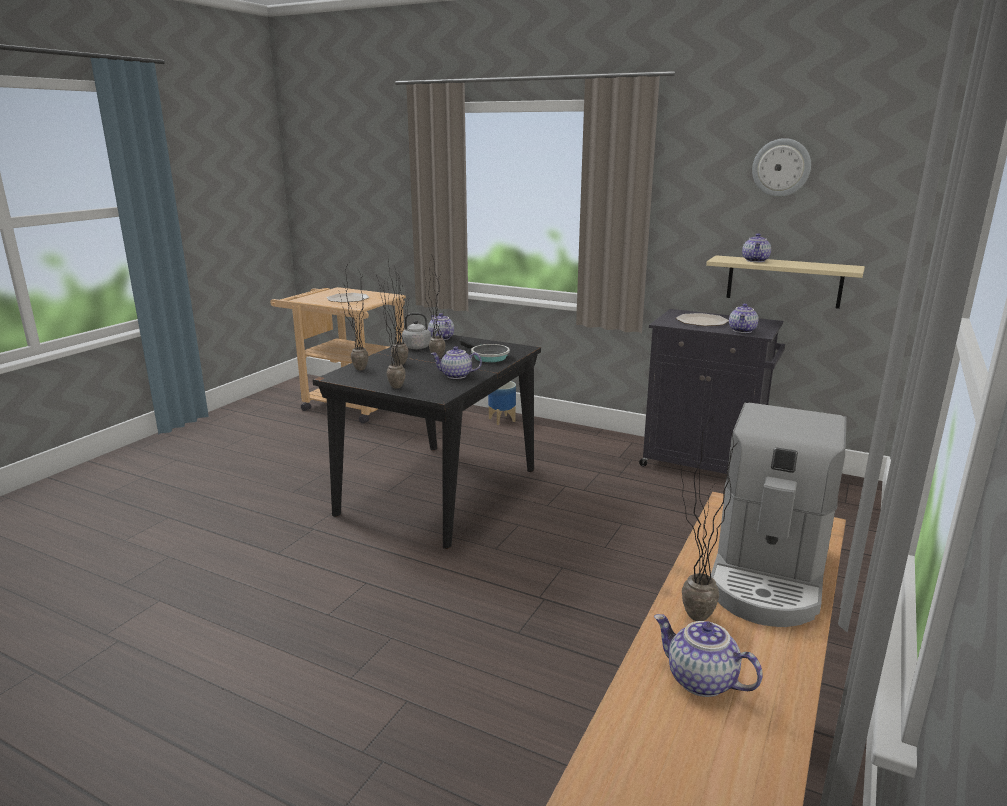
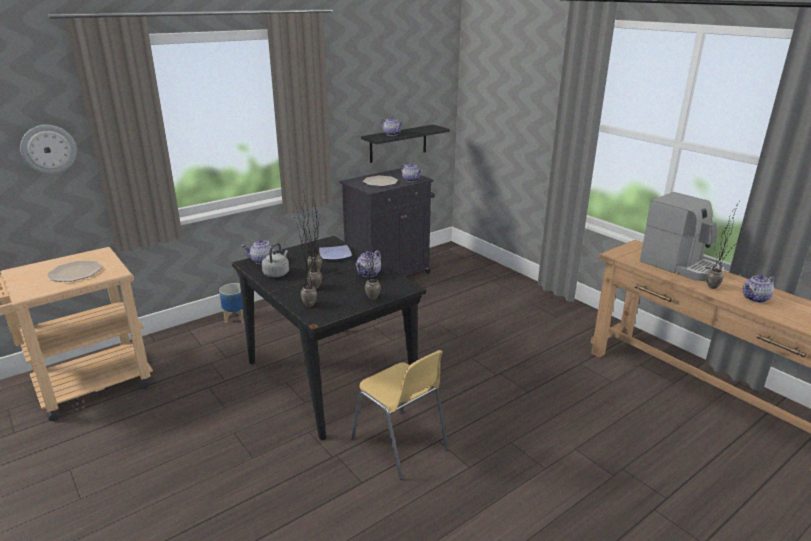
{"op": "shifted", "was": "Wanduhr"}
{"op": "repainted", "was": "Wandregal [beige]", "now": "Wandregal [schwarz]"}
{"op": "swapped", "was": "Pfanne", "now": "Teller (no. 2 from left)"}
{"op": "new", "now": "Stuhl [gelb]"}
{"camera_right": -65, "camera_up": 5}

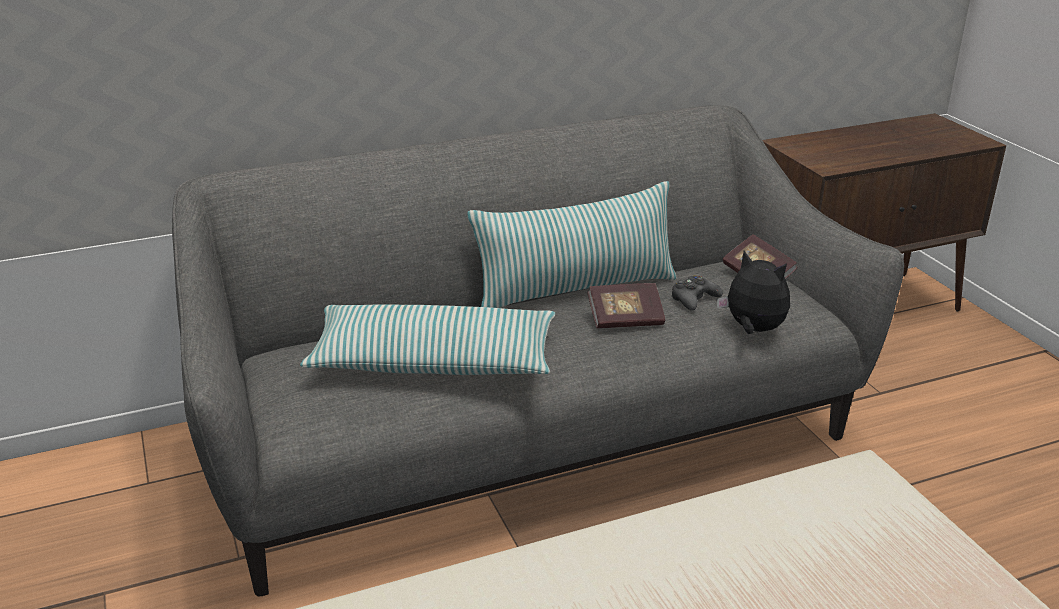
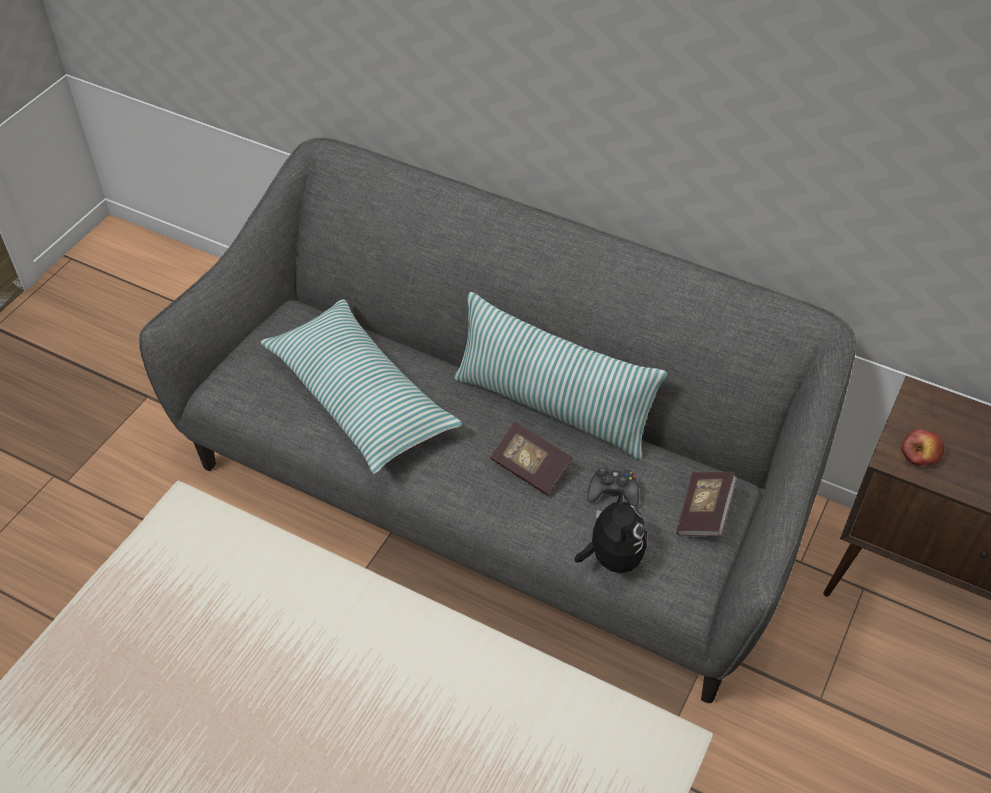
{"op": "new", "now": "Apfel"}
{"camera_right": 50, "camera_up": 20}

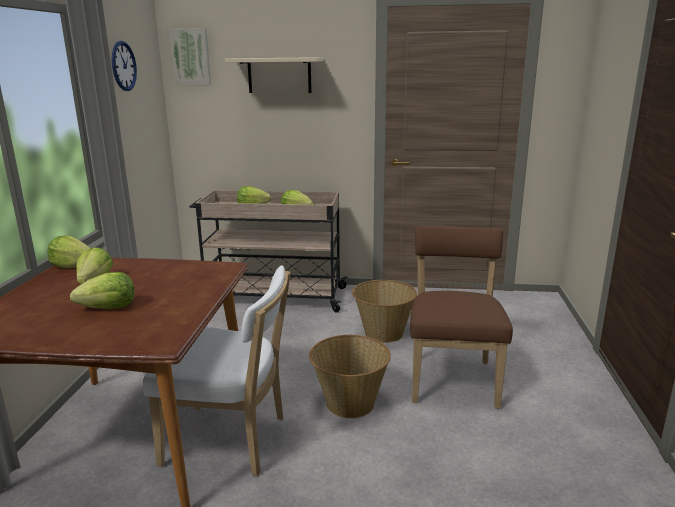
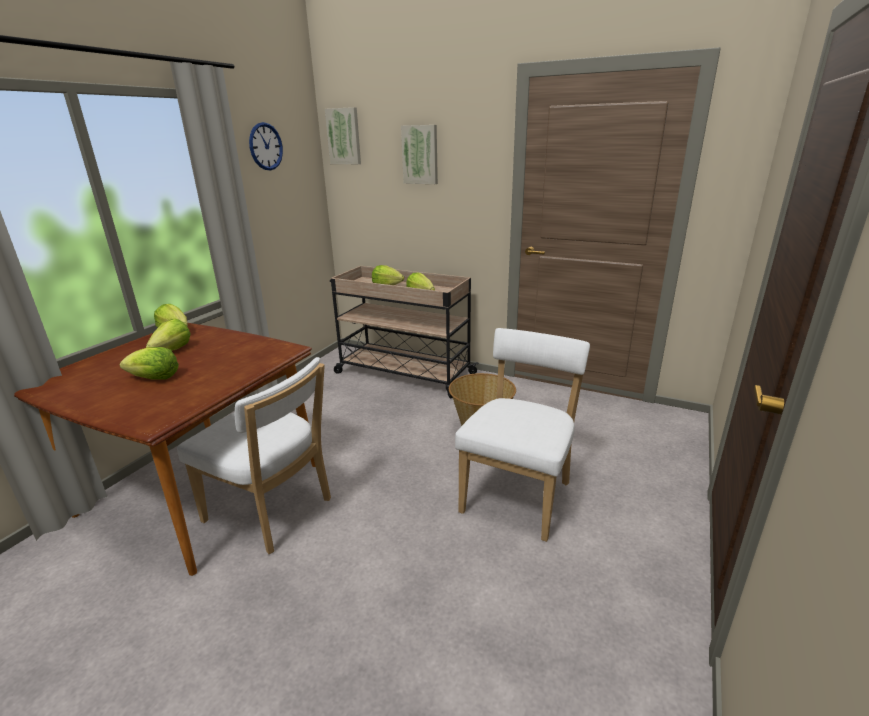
{"op": "swapped", "was": "Wandregal [beige]", "now": "Bild (no. 2 from left)"}
{"op": "repainted", "was": "Stuhl [braun]", "now": "Stuhl [weiß] (no. 2 from left)"}
{"op": "gone", "was": "Korb (no. 1 from left)"}
{"camera_right": 20, "camera_up": 5}

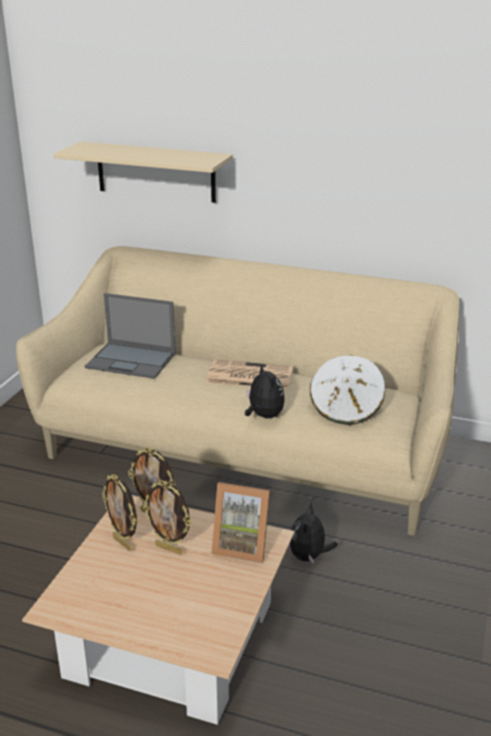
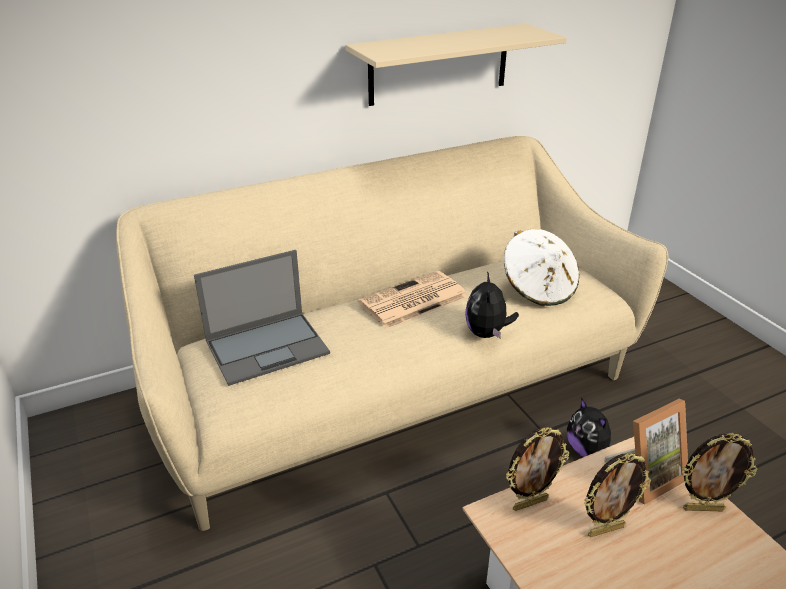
{"op": "shifted", "was": "Wandregal [beige]"}
{"op": "rotated", "was": "Plüschtier (no. 1 from left)", "clockwise": -105}
{"op": "shifted", "was": "Bilderrahmen (no. 1 from left in the first image)", "now": "Bilderrahmen (no. 4 from left)"}
{"camera_right": -45, "camera_up": 5}

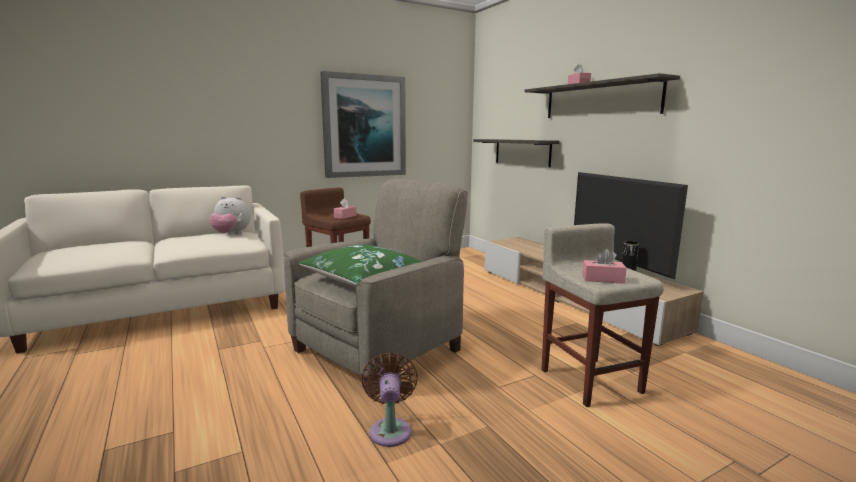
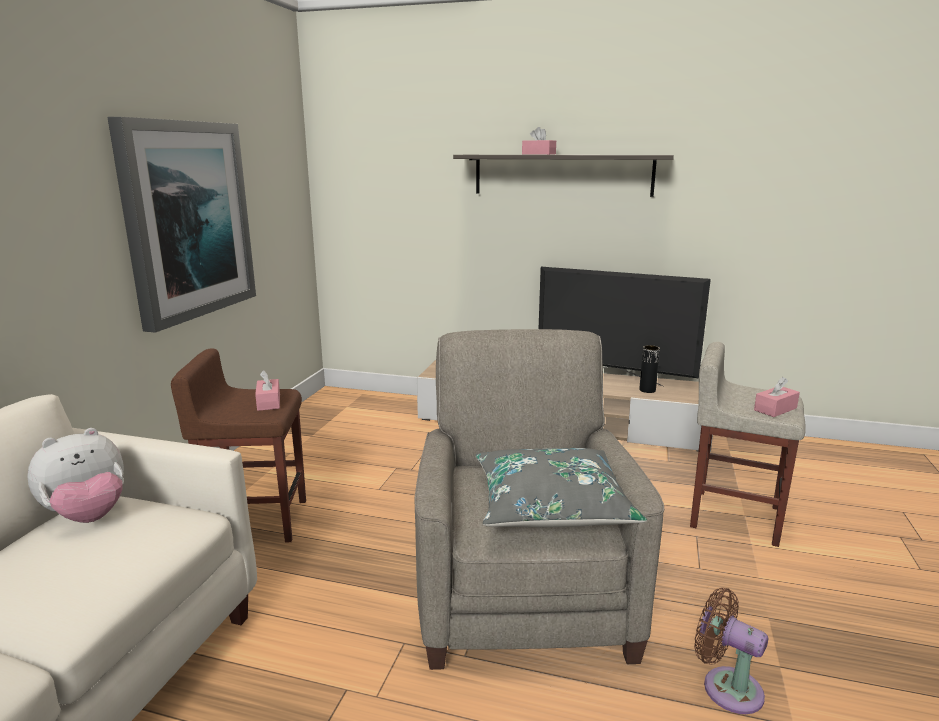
{"op": "gone", "was": "Wandregal (no. 1 from left)"}
{"op": "repainted", "was": "Kissen [grün]", "now": "Kissen [grau]"}
{"camera_right": -45, "camera_up": 5}

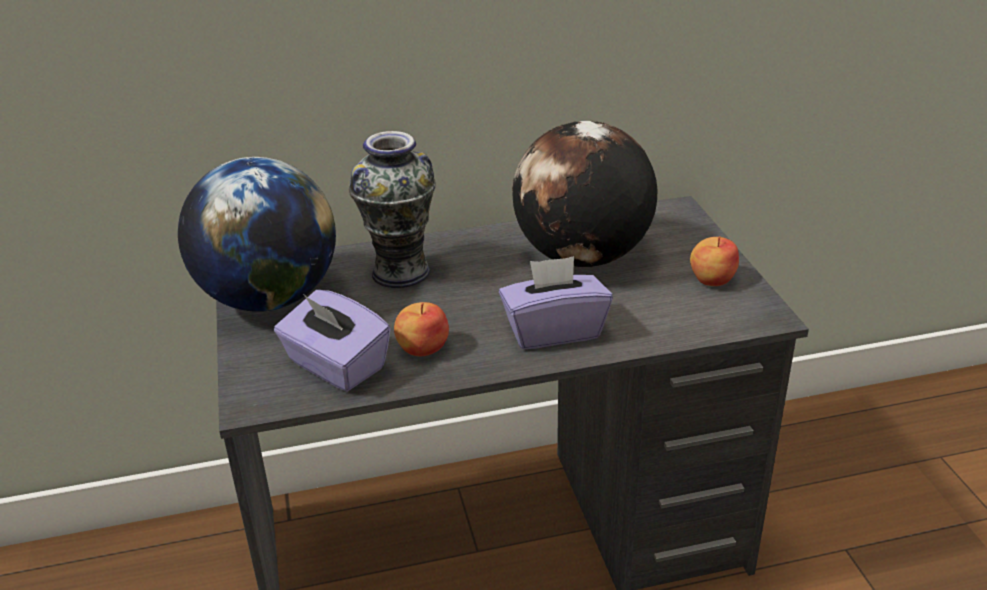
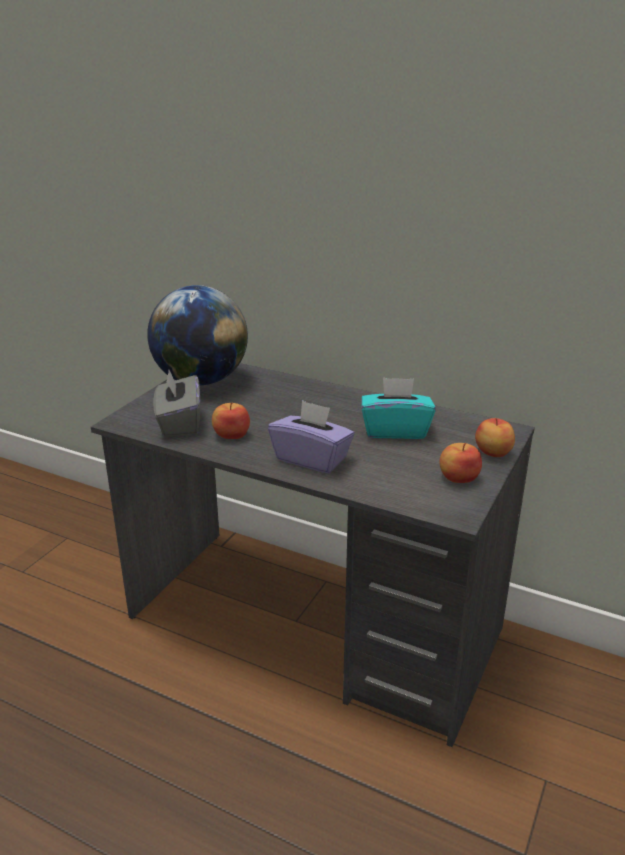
{"op": "swapped", "was": "Globus (no. 2 from left)", "now": "Taschentuchbox [türkis]"}
{"op": "gone", "was": "Vase"}
{"op": "repainted", "was": "Taschentuchbox [lila] (no. 1 from left)", "now": "Taschentuchbox [grau]"}
{"op": "new", "now": "Apfel (no. 3 from left)"}
{"camera_right": 40, "camera_up": -5}

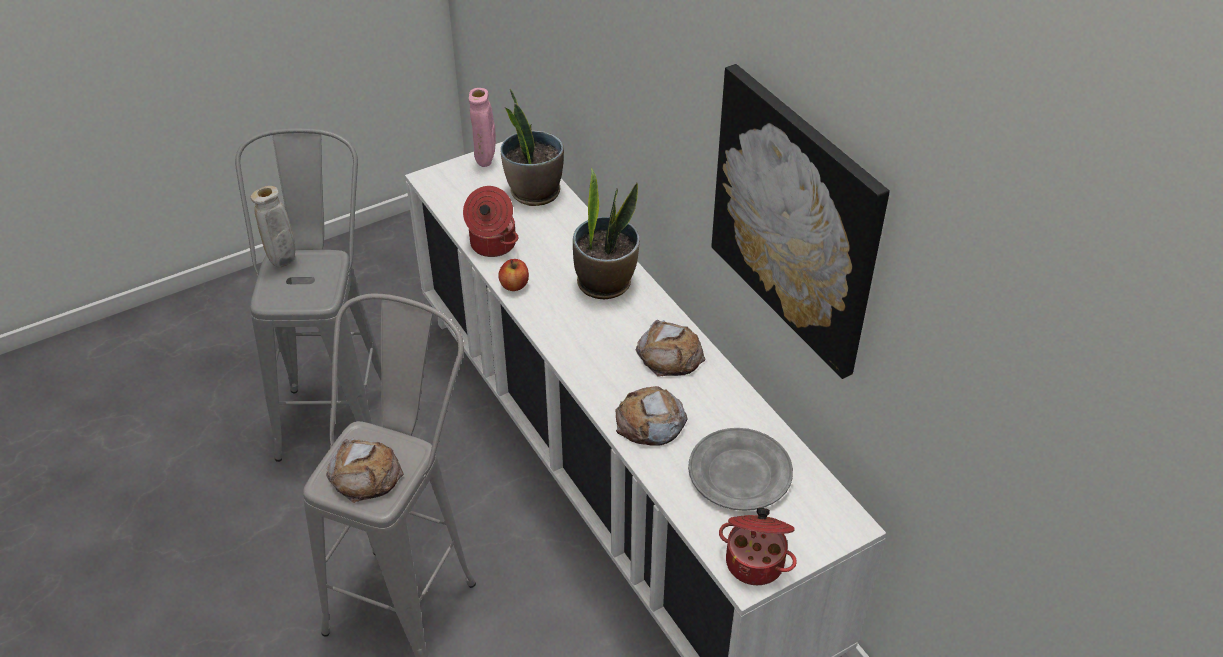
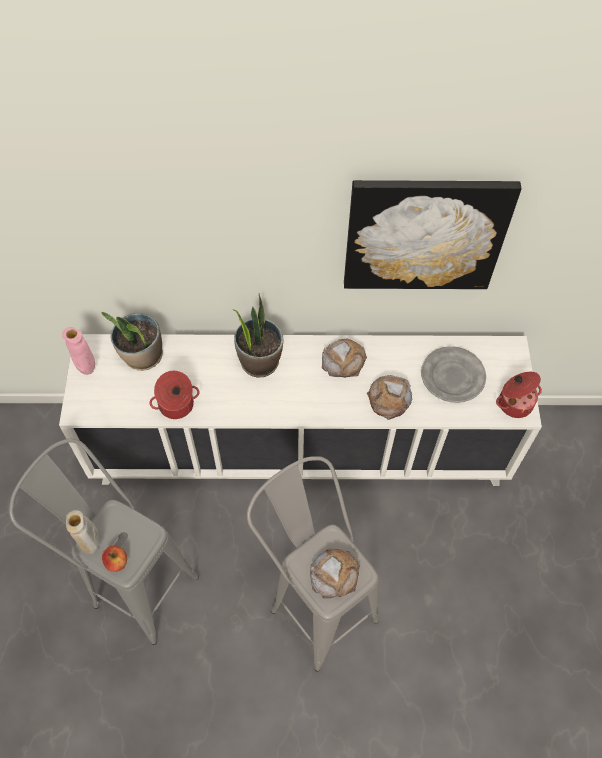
{"op": "shifted", "was": "Apfel"}
{"camera_right": -60, "camera_up": 15}

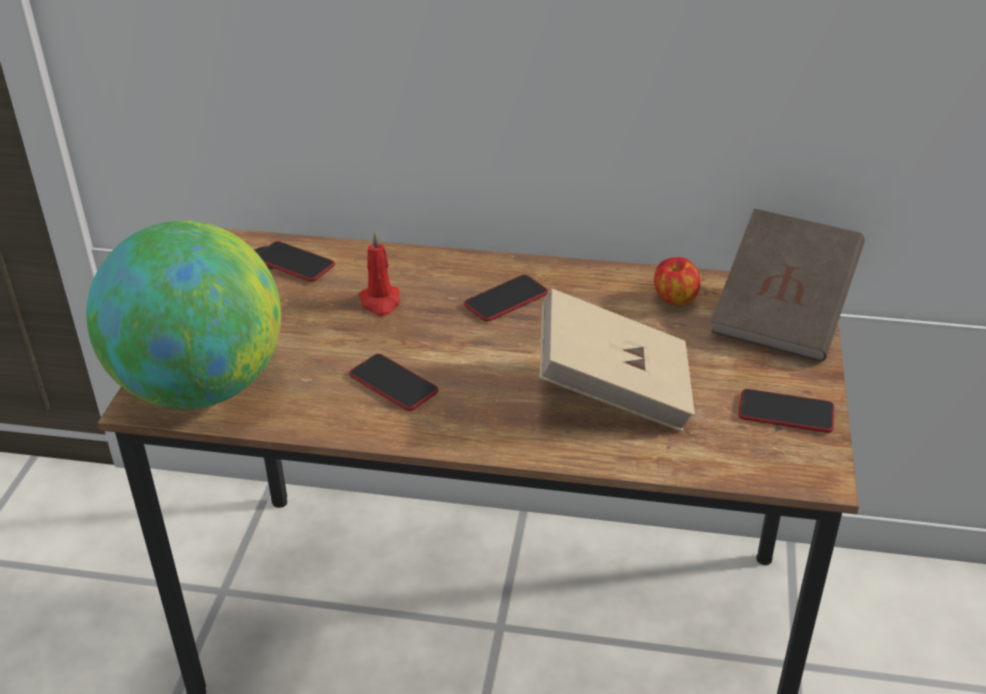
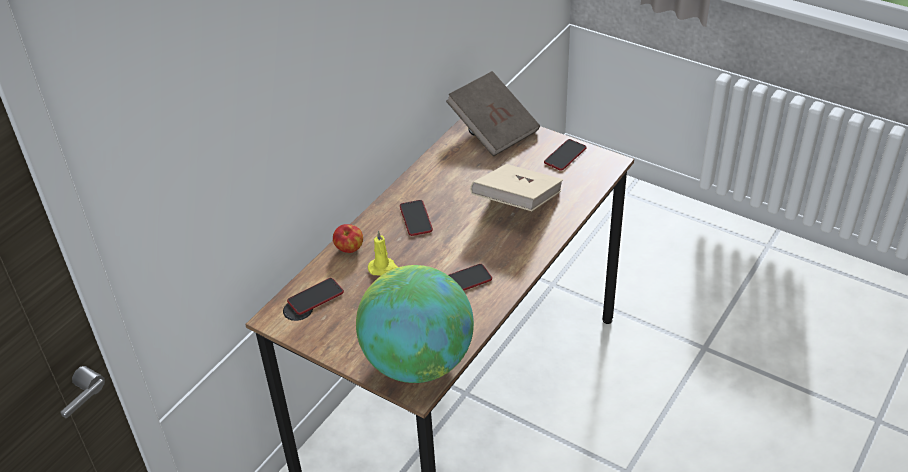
{"op": "repainted", "was": "Kerze [rot]", "now": "Kerze [gelb]"}
{"op": "shifted", "was": "Apfel"}
{"camera_right": -65, "camera_up": 5}

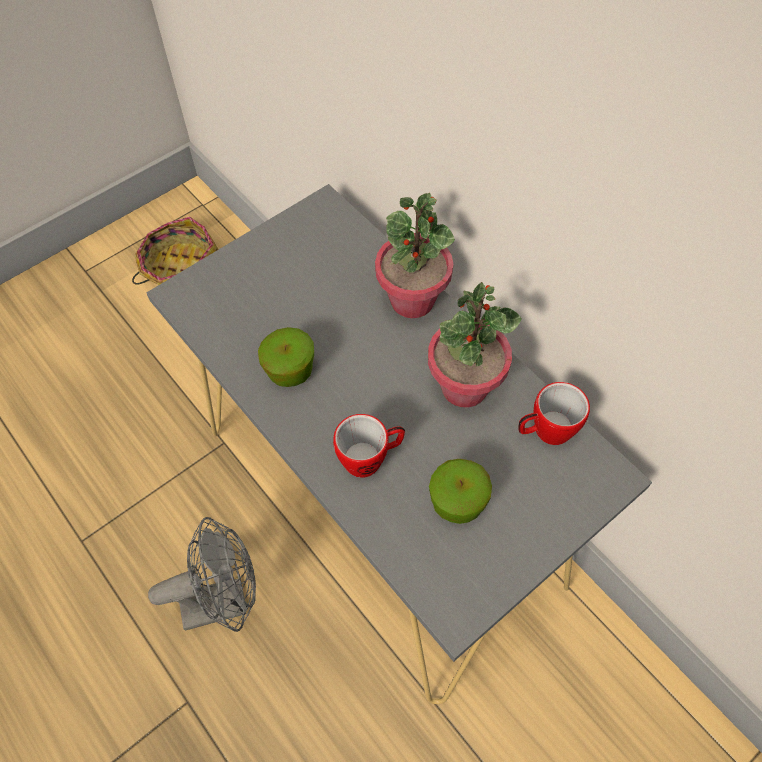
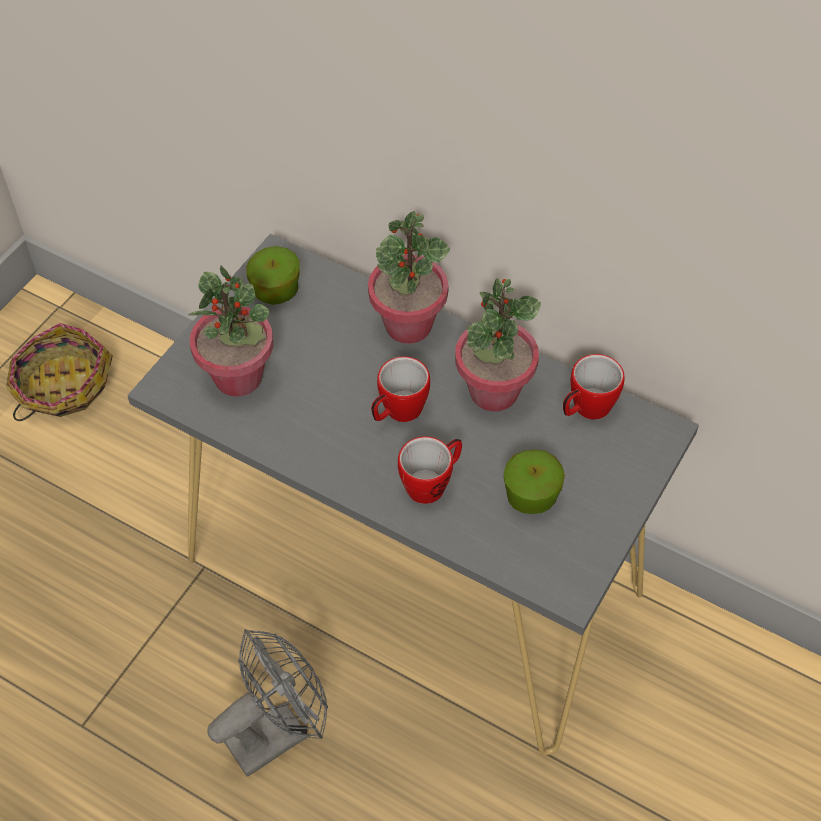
{"op": "shifted", "was": "Apfel (no. 1 from left)"}
{"op": "new", "now": "Topfpflanze (no. 1 from left)"}
{"op": "new", "now": "Henkelbecher (no. 1 from left)"}
{"camera_right": -20, "camera_up": -5}

